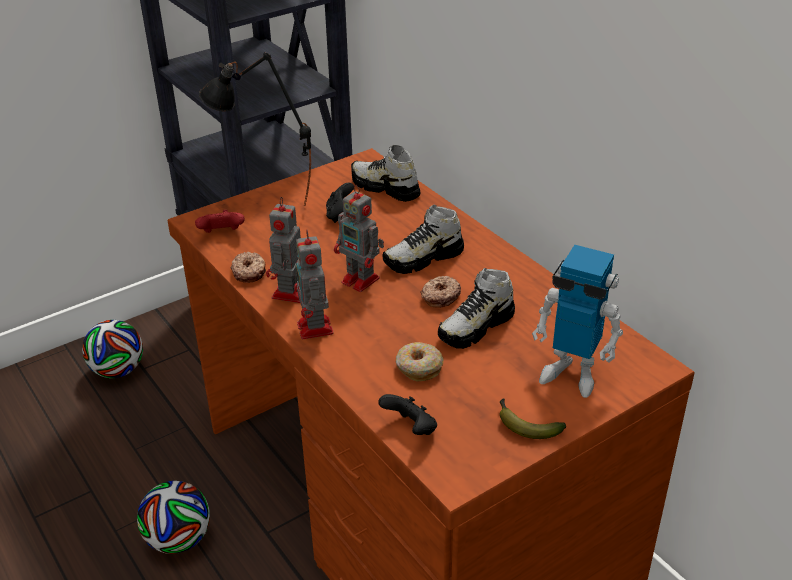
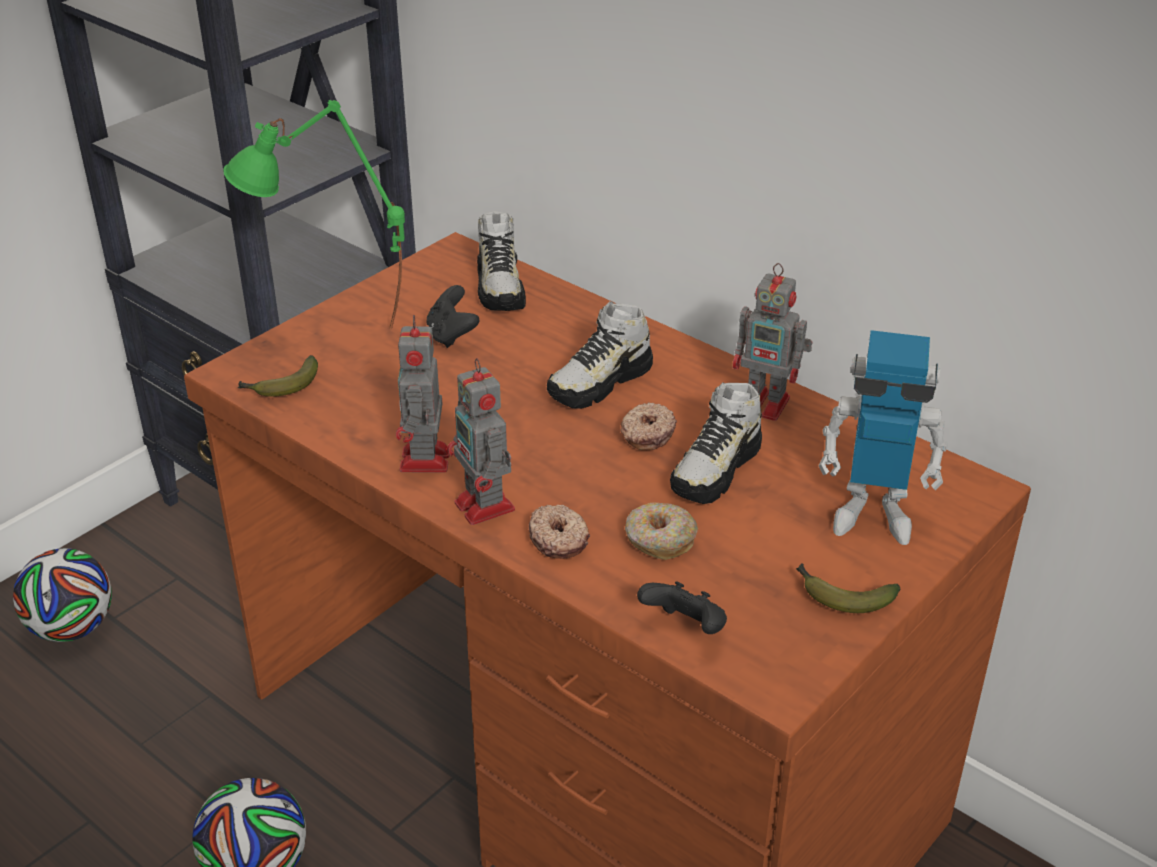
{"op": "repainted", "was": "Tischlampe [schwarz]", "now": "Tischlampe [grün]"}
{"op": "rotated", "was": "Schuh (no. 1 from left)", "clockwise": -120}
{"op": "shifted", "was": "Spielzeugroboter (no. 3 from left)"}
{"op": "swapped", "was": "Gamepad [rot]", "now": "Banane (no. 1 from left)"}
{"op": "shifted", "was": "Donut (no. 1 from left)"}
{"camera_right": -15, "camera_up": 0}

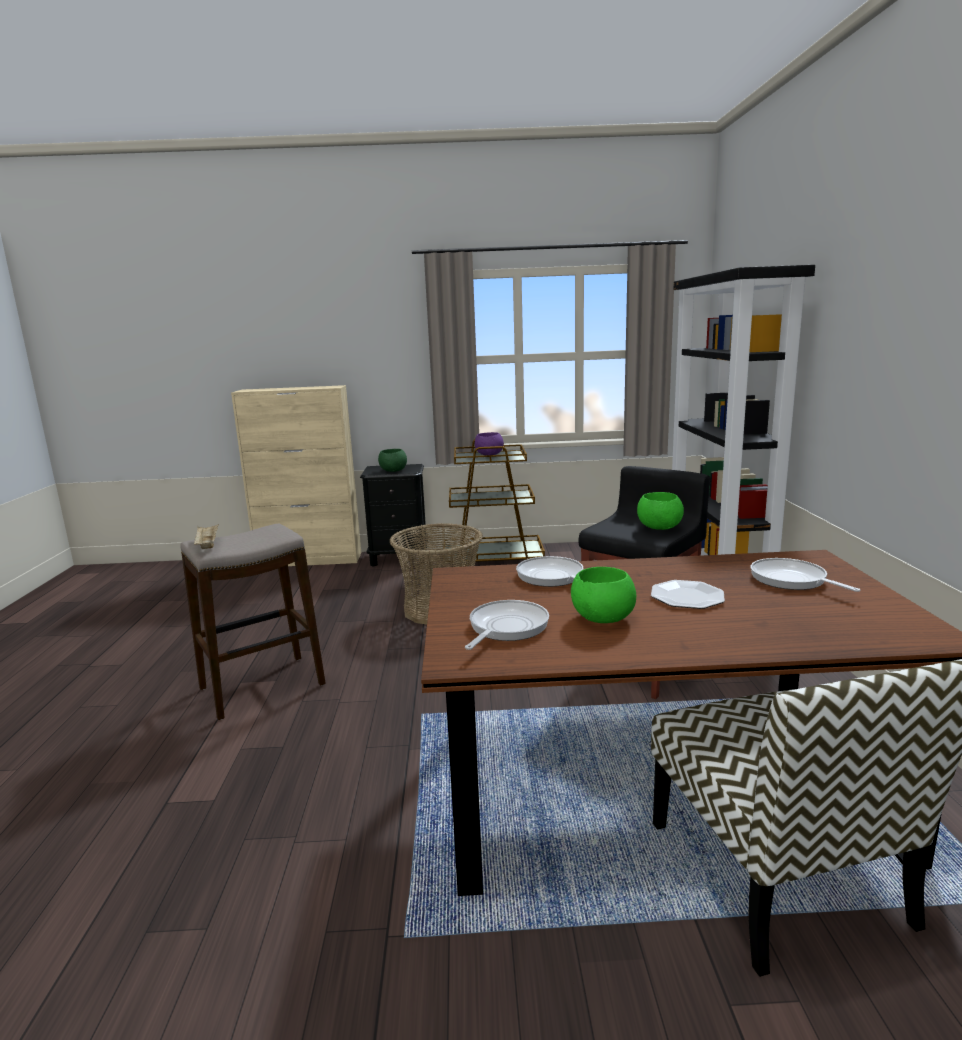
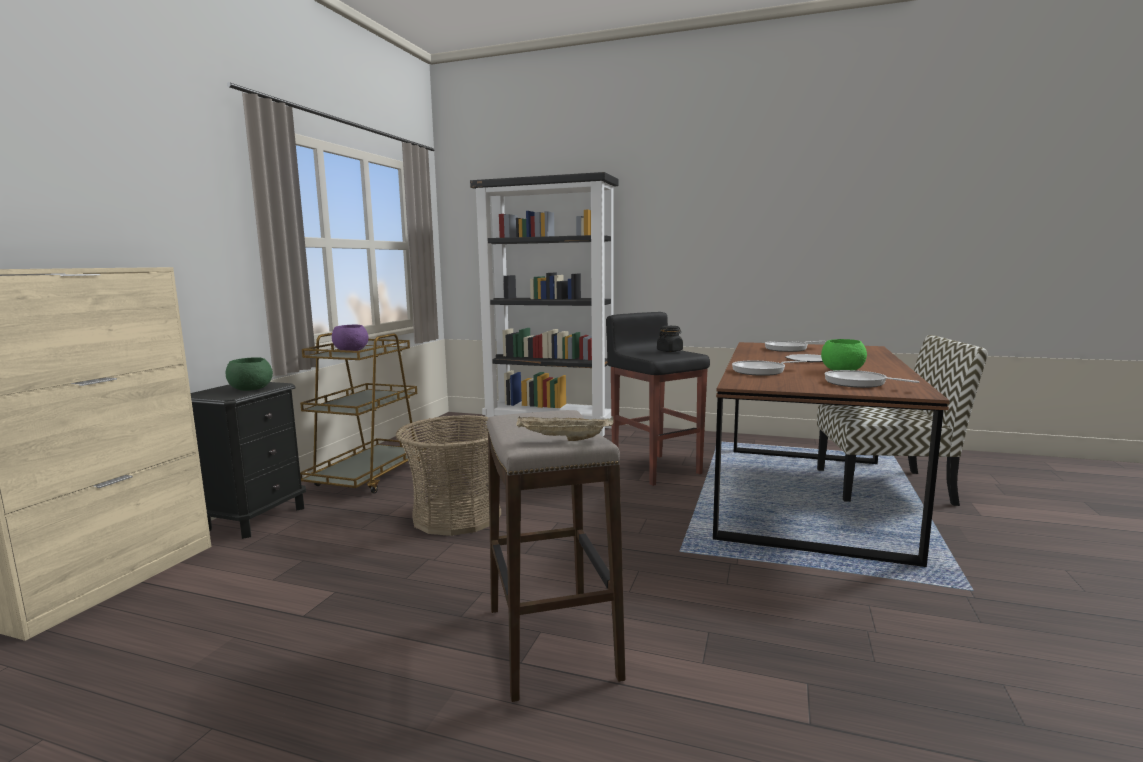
{"op": "swapped", "was": "Schüssel [grün] (no. 3 from left)", "now": "Vorratsglas [schwarz]"}
{"camera_right": -70, "camera_up": -5}

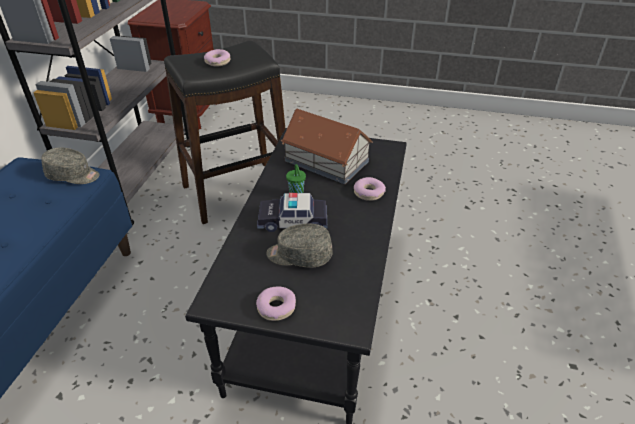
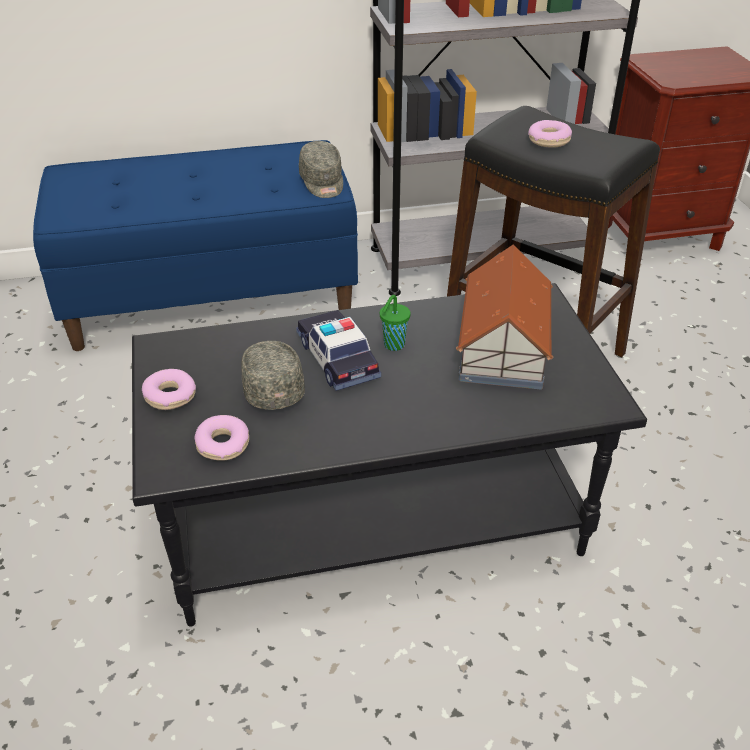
{"op": "shifted", "was": "Donut (no. 3 from left in the first image)", "now": "Donut (no. 2 from left)"}
{"camera_right": 65, "camera_up": 0}

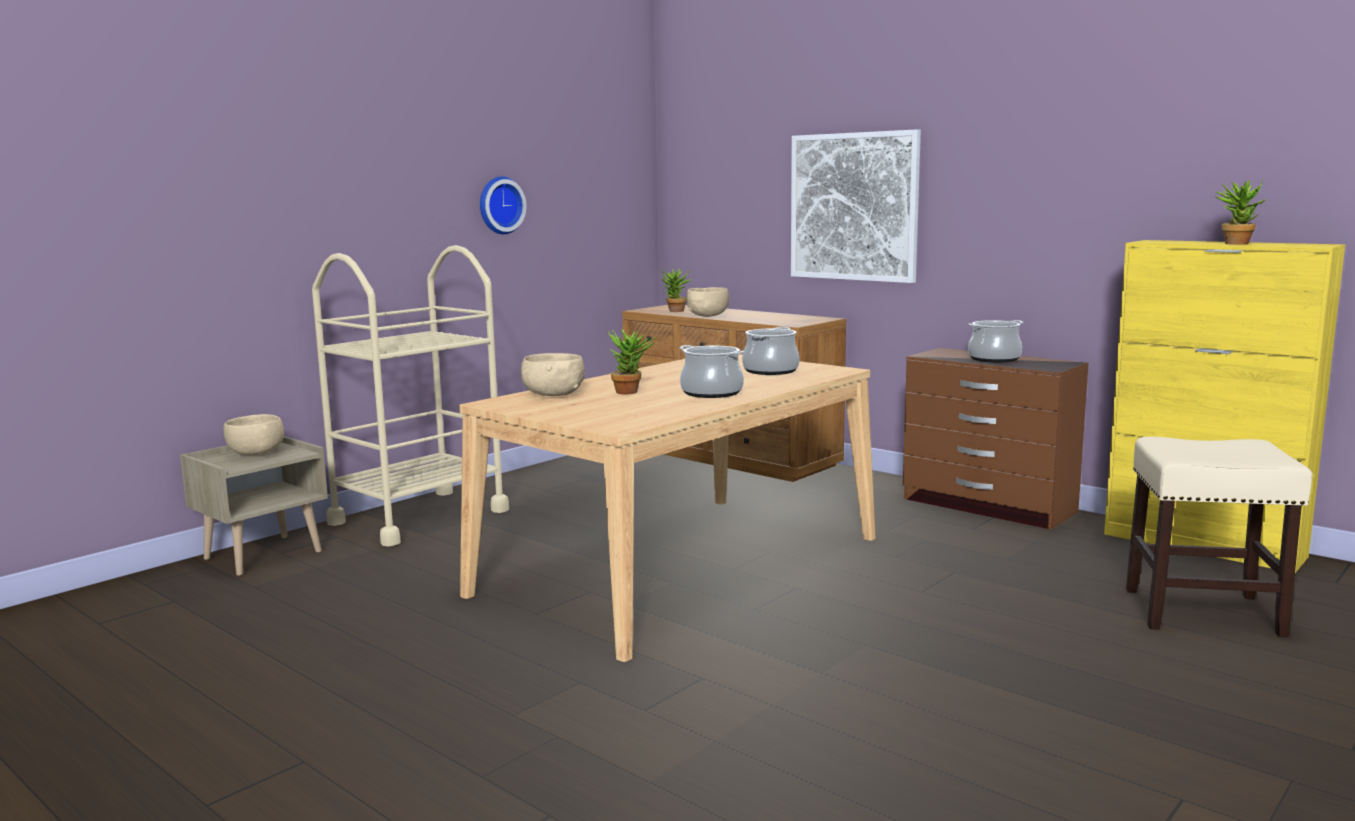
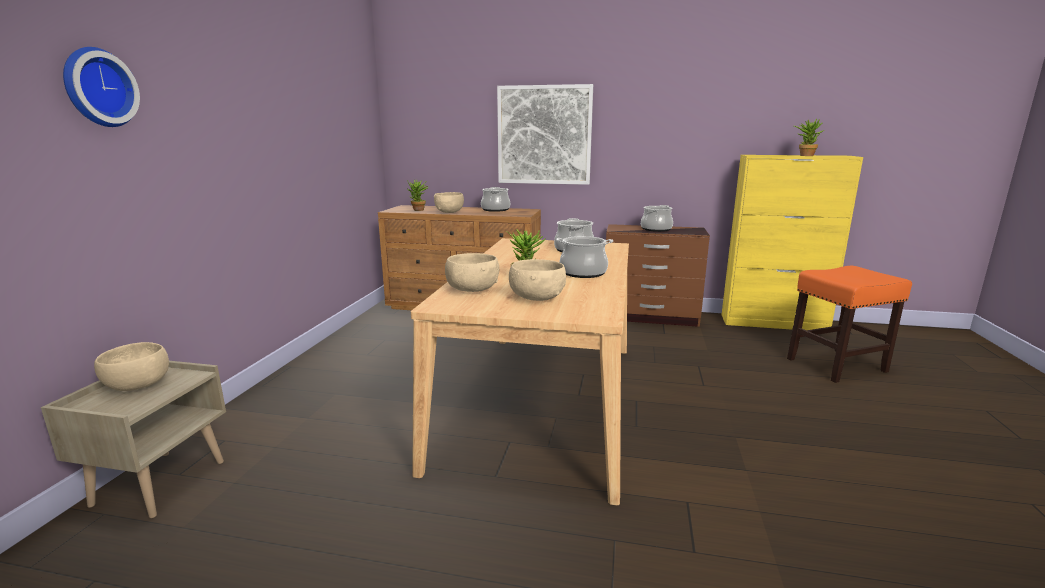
{"op": "shifted", "was": "Wanduhr"}
{"op": "gone", "was": "Rollwagen [beige]"}
{"op": "repainted", "was": "Hocker [beige]", "now": "Hocker [orange]"}
{"op": "new", "now": "Kochtopf (no. 1 from left)"}
{"op": "new", "now": "Schüssel [beige] (no. 4 from left)"}
{"camera_right": -30, "camera_up": 5}

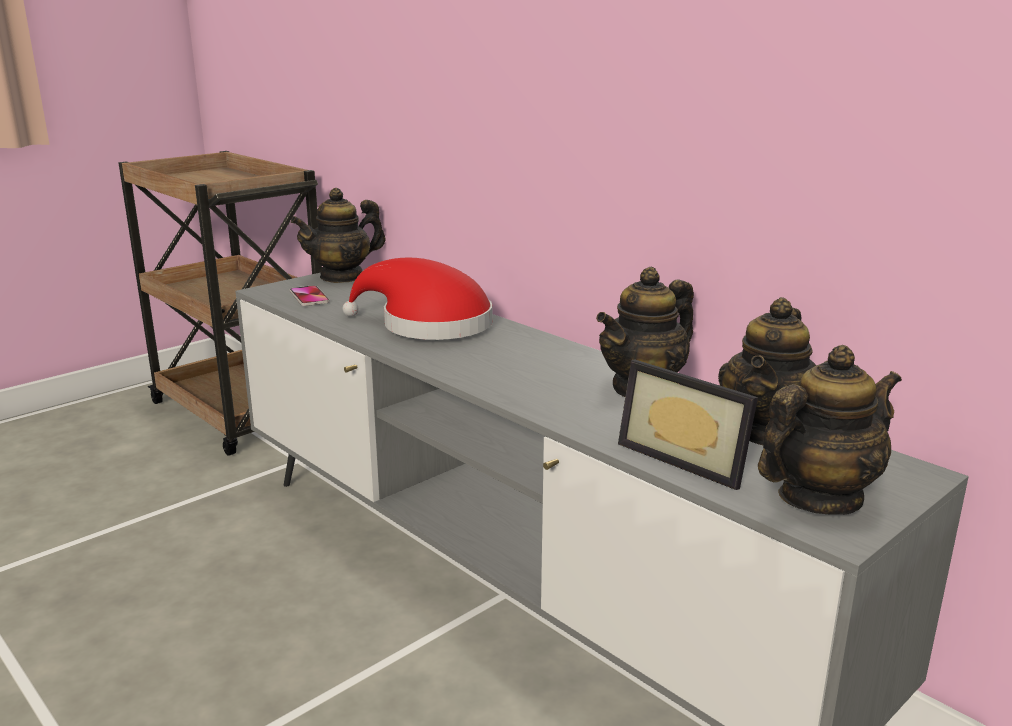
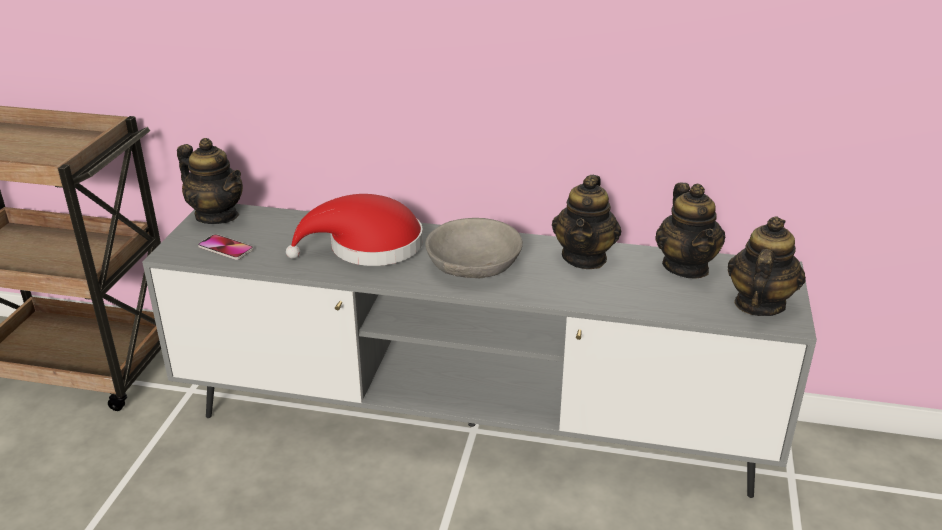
{"op": "rotated", "was": "Teekanne (no. 1 from left)", "clockwise": -75}
{"op": "gone", "was": "Bilderrahmen"}
{"op": "new", "now": "Schüssel [grau]"}
{"camera_right": -35, "camera_up": 10}

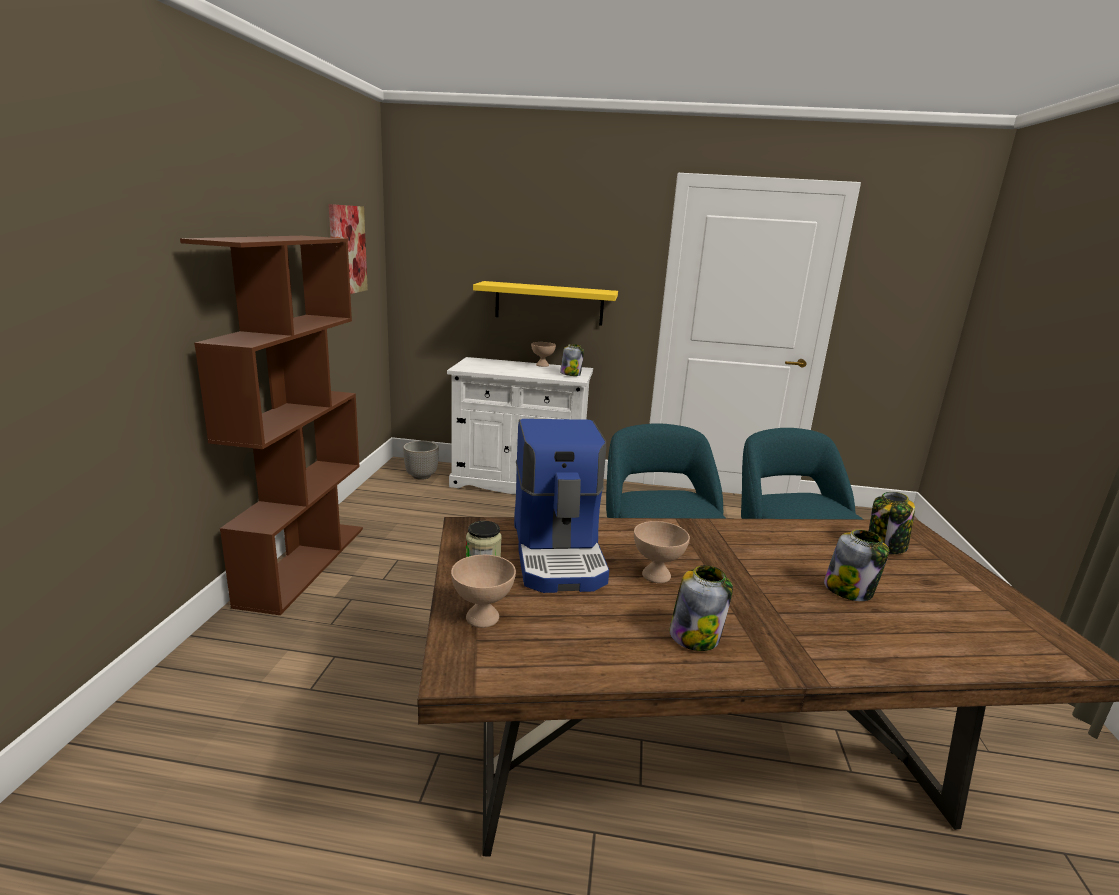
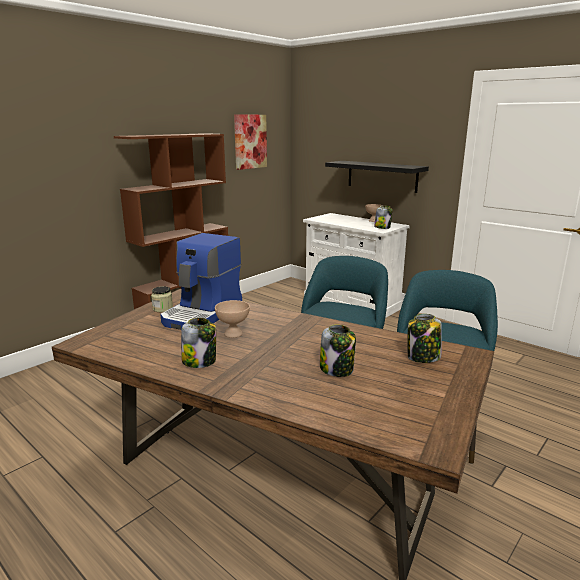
{"op": "repainted", "was": "Wandregal [gelb]", "now": "Wandregal [schwarz]"}
{"op": "gone", "was": "Pflanzkübel"}
{"op": "gone", "was": "Schüssel [beige] (no. 1 from left)"}
{"camera_right": 35, "camera_up": 0}

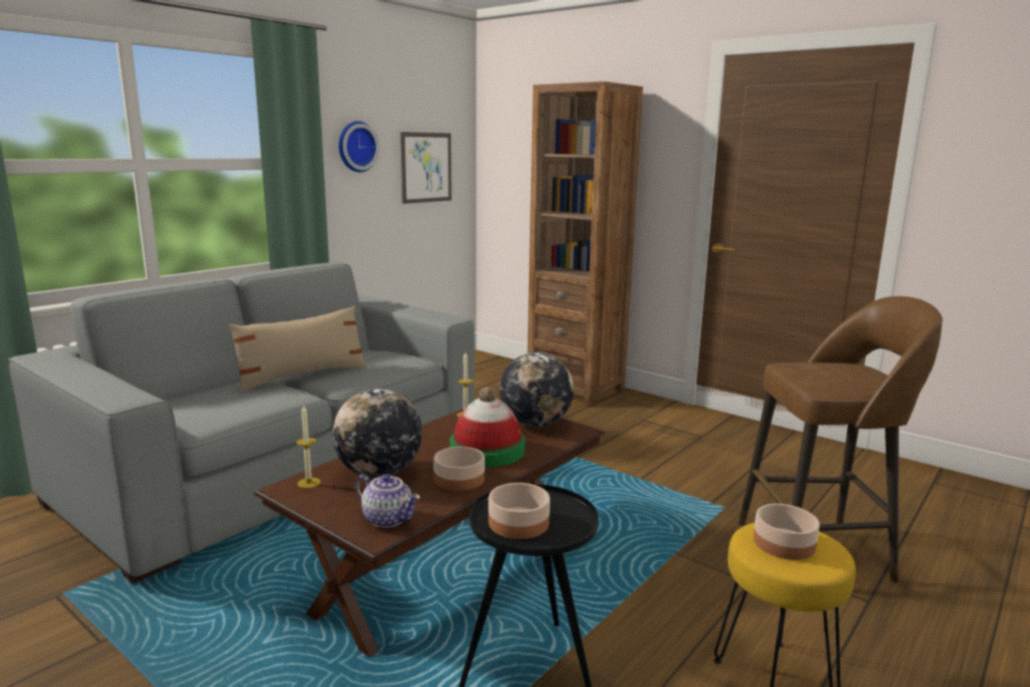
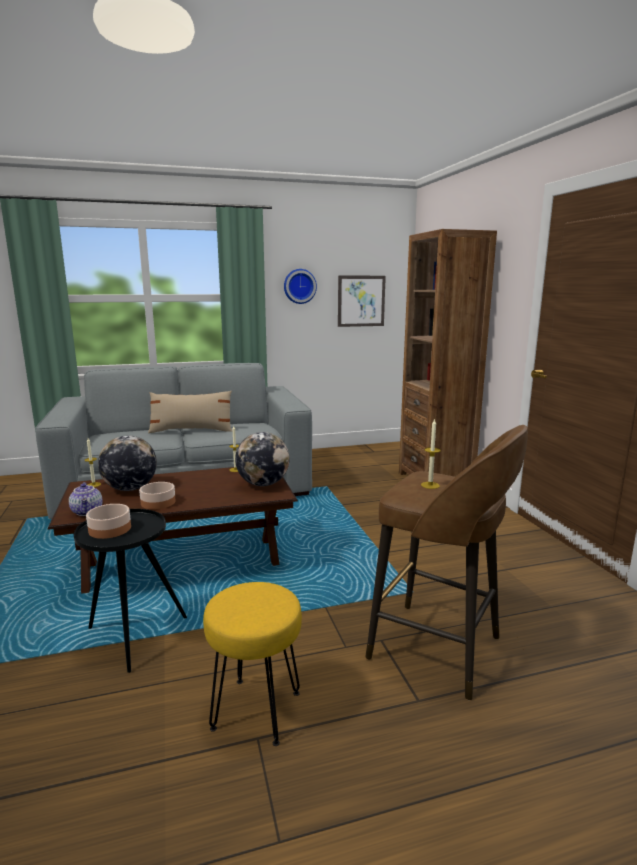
{"op": "gone", "was": "Hut"}
{"op": "gone", "was": "Schüssel (no. 3 from left)"}
{"op": "new", "now": "Kerze (no. 3 from left)"}
{"camera_right": 35, "camera_up": 0}

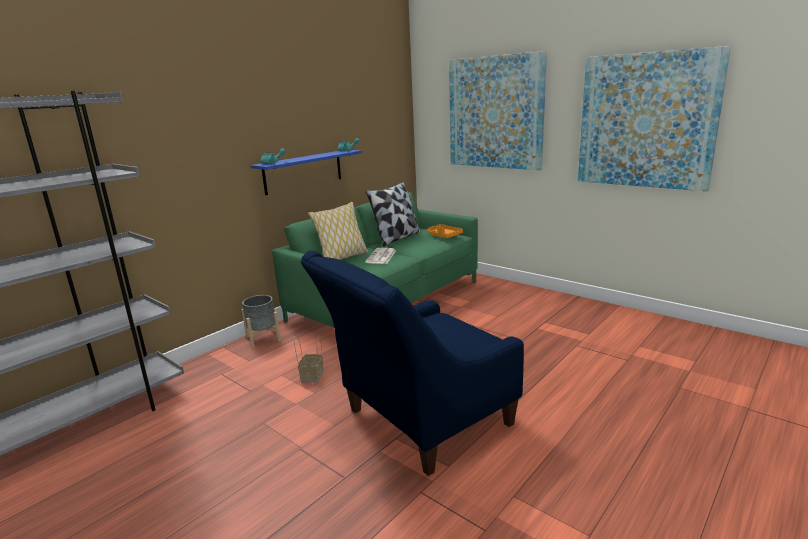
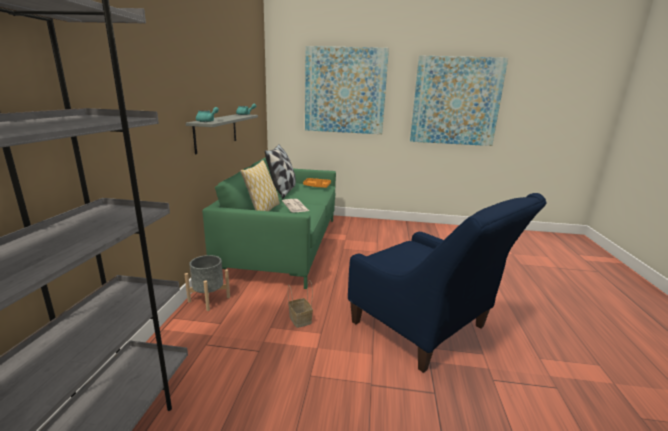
{"op": "repainted", "was": "Wandregal [blau]", "now": "Wandregal [grau]"}
{"op": "rotated", "was": "Sessel [blau]", "clockwise": -60}
{"camera_right": -35, "camera_up": 0}

